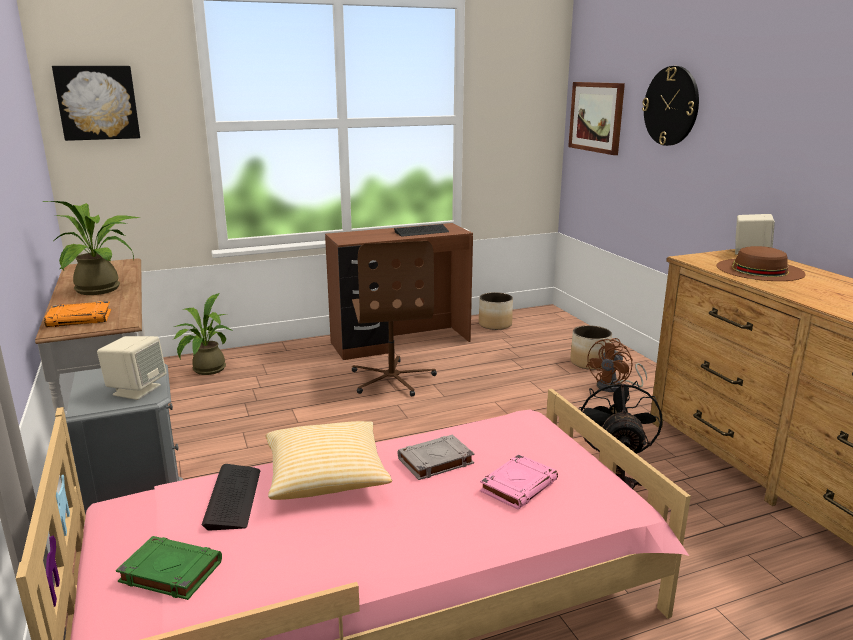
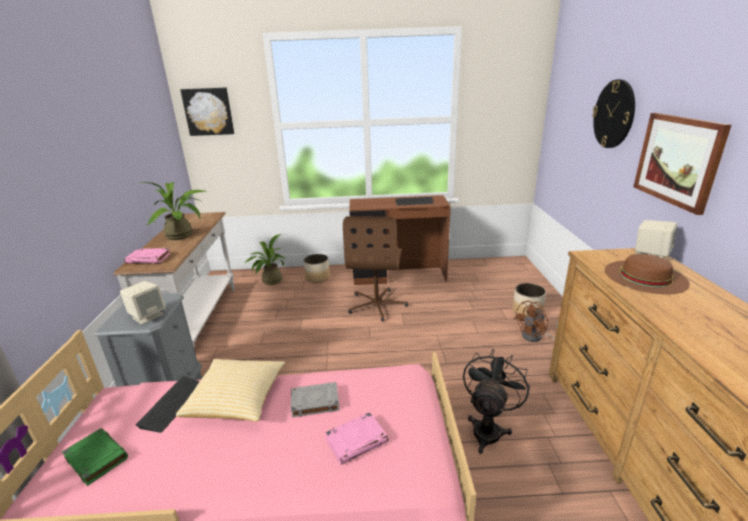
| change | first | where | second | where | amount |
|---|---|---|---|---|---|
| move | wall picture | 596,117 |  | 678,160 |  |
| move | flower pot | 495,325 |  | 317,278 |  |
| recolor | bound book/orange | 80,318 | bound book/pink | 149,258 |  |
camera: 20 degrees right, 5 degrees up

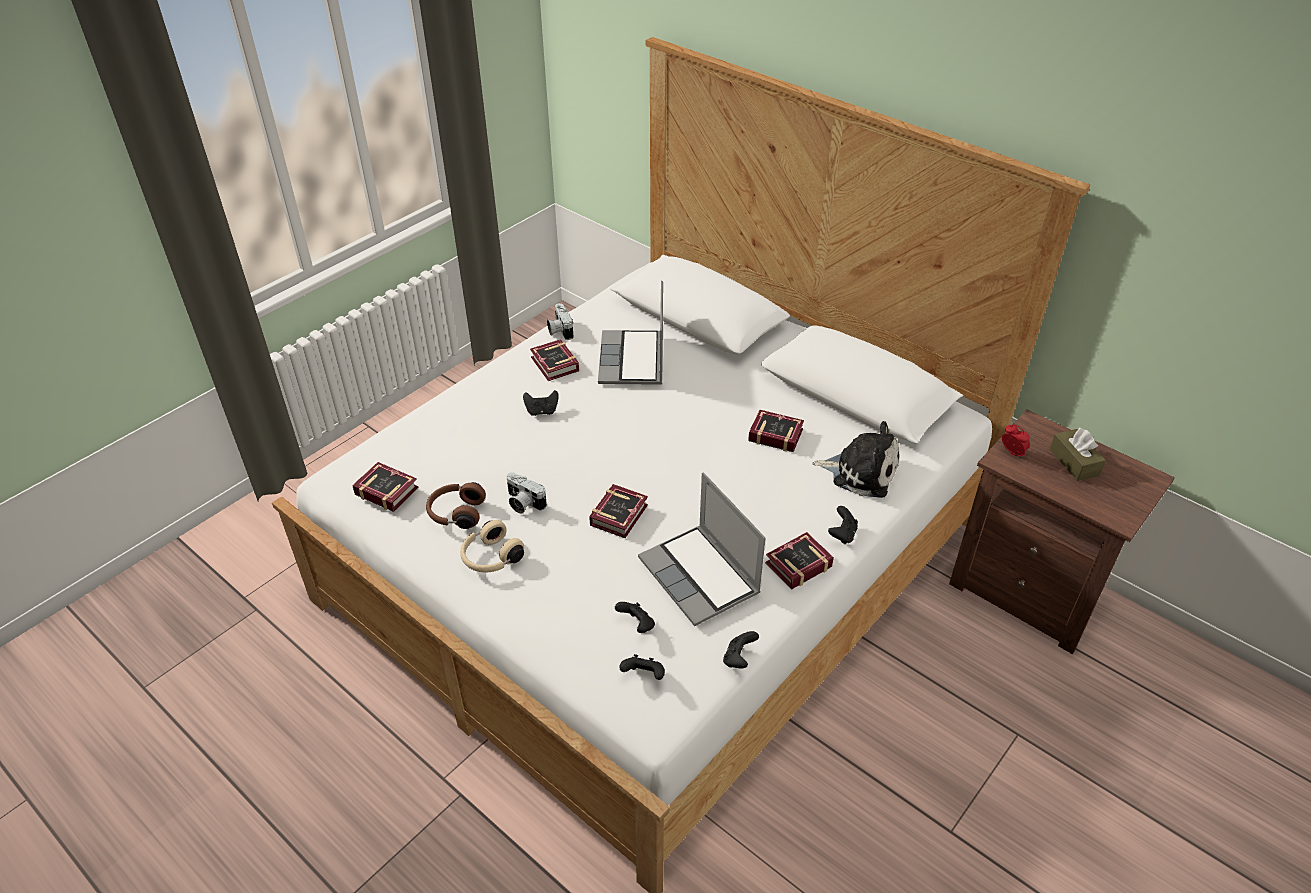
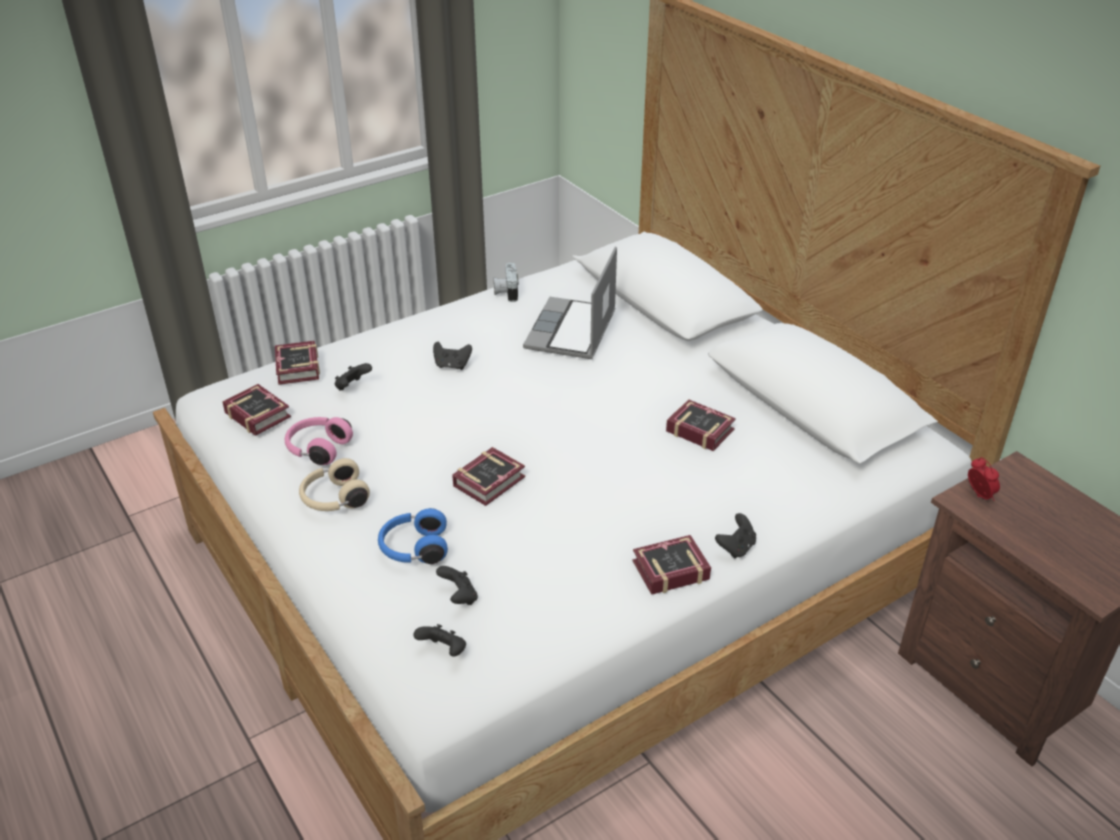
| change | first | where | second | where | amount |
|---|---|---|---|---|---|
| move | bound book | 554,366 |  | 296,369 |  |
| delete | soft toy | 860,472 |  |  |  |
| delete | tissue box/brownish | 1074,462 |  |  |  |
| delete | photo camera | 523,503 |  |  |  |
| delete | laptop | 701,577 |  |  |  |
| recolor | pair of headphones/brownish | 456,513 | pair of headphones/pink | 317,449 |  |
| move | game controller/blackish | 739,659 |  | 352,387 |  |
| insert |  |  | pair of headphones/blue-coloured | 413,548 |  |
camera: 15 degrees right, 5 degrees down

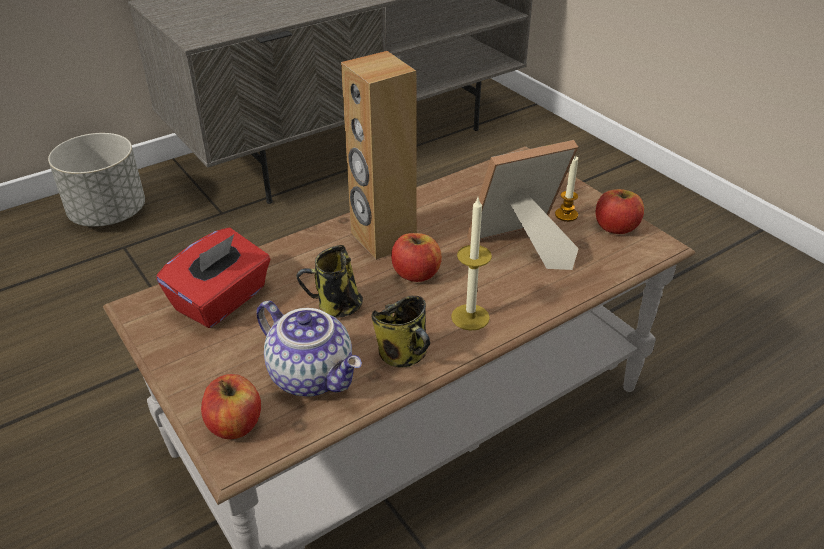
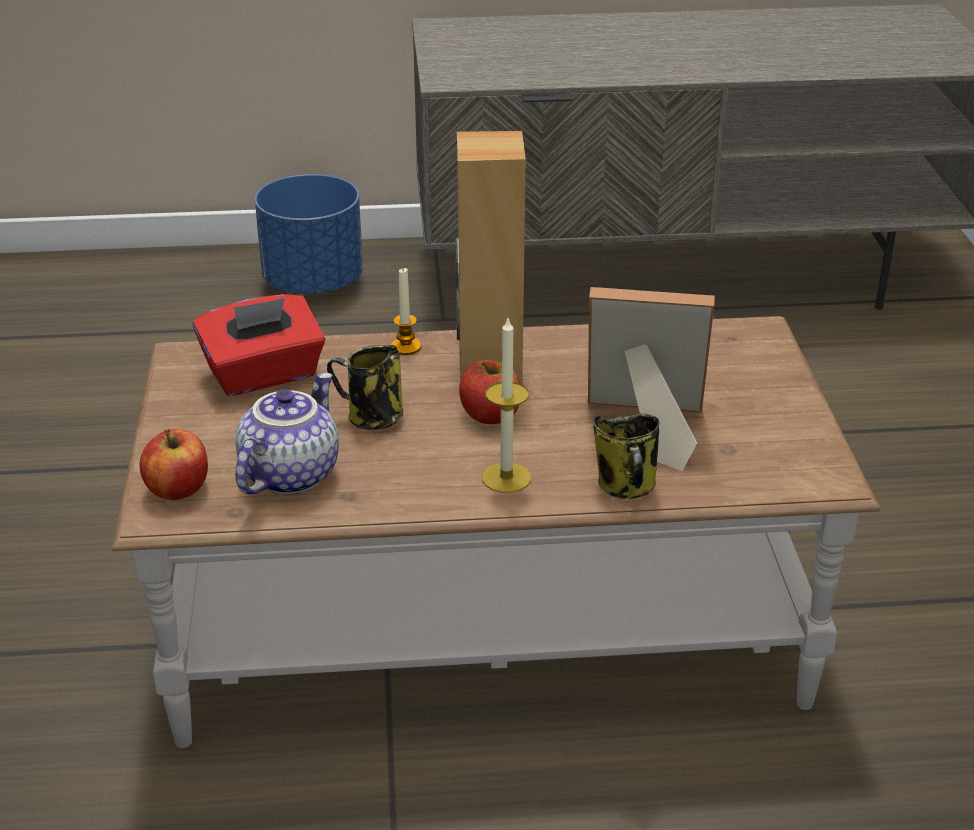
| change | first | where | second | where | amount |
|---|---|---|---|---|---|
| recolor | flower pot/gray | 108,214 | flower pot/blue-coloured | 313,282 |  |
| move | candle | 566,215 |  | 406,347 |  |
| delete | whole apple | 616,227 |  |  |  |
| move | coffee mug | 404,355 |  | 627,487 |  |
| rotate | teapot | 313,375 |  | 288,474 | 135 degrees counterclockwise |
camera: 30 degrees right, 5 degrees down

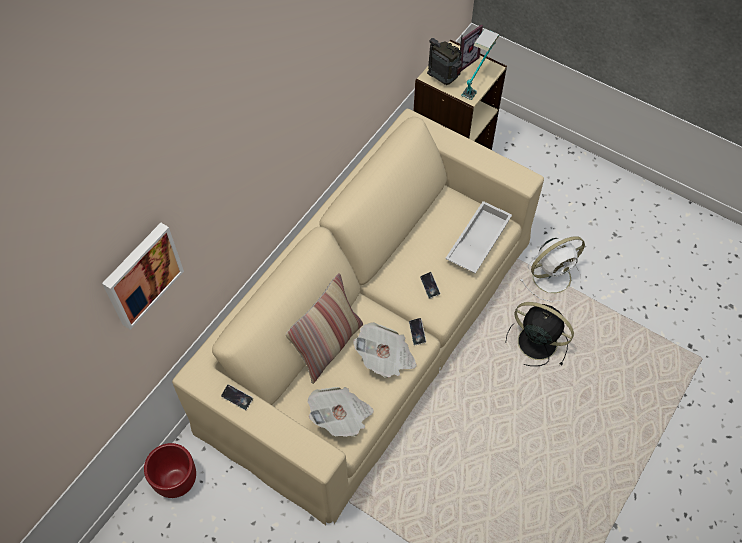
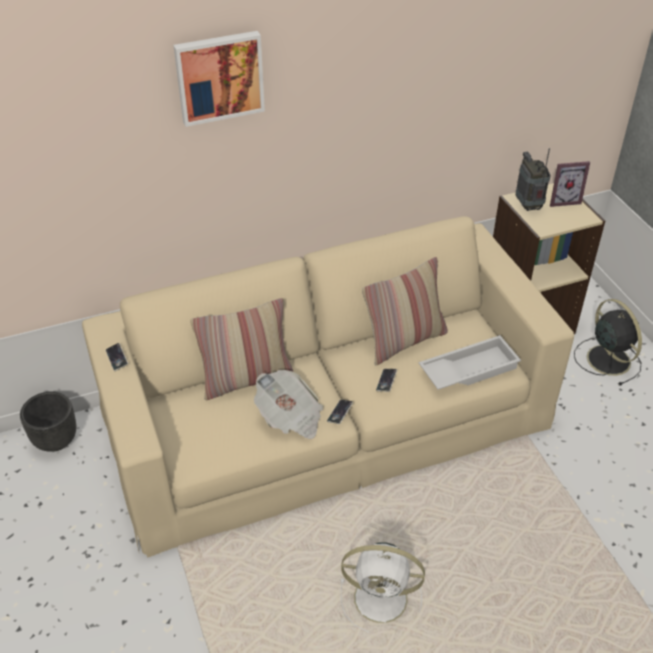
| change | first | where | second | where | amount |
|---|---|---|---|---|---|
| delete | lamp for a table | 477,81 |  |  |  |
| move | wall picture | 141,274 |  | 219,77 |  |
| move | electric fan/white | 553,276 |  | 383,599 |  |
| move | electric fan/blackish | 535,341 |  | 607,358 |  |
| delete | newspaper | 341,417 |  |  |  |
| recolor | flower pot/red-coloured | 176,480 | flower pot/blackish | 56,440 |  |
| insert |  |  | cushion | 404,341 |  |
camera: 35 degrees right, 15 degrees down

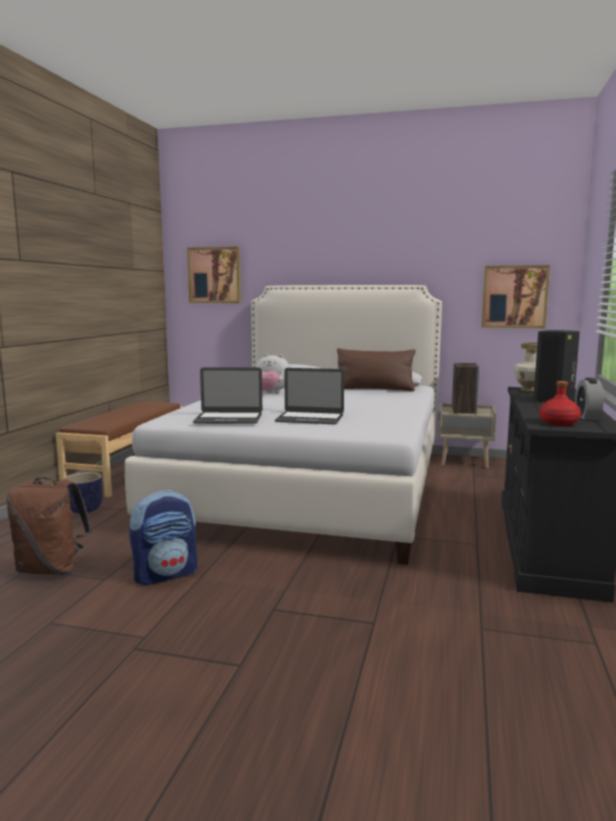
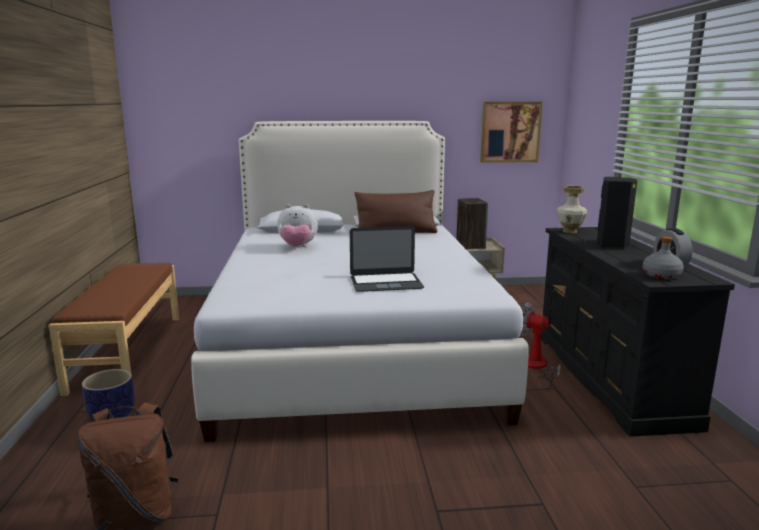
| change | first | where | second | where | amount |
|---|---|---|---|---|---|
| delete | wall picture | 214,275 |  |  |  |
| delete | laptop | 228,418 |  |  |  |
| recolor | drink bottle/red-coloured | 558,422 | drink bottle/gray | 661,275 |  |
| delete | backpack | 166,574 |  |  |  |
| insert |  |  | electric fan | 536,367 |  |
camera: 20 degrees left, 5 degrees up

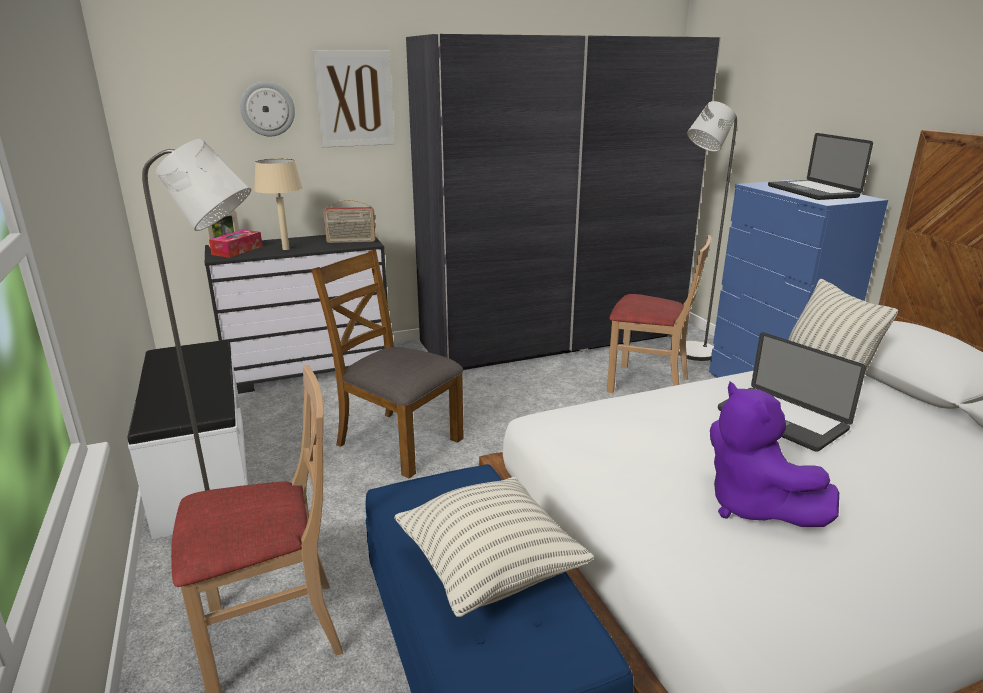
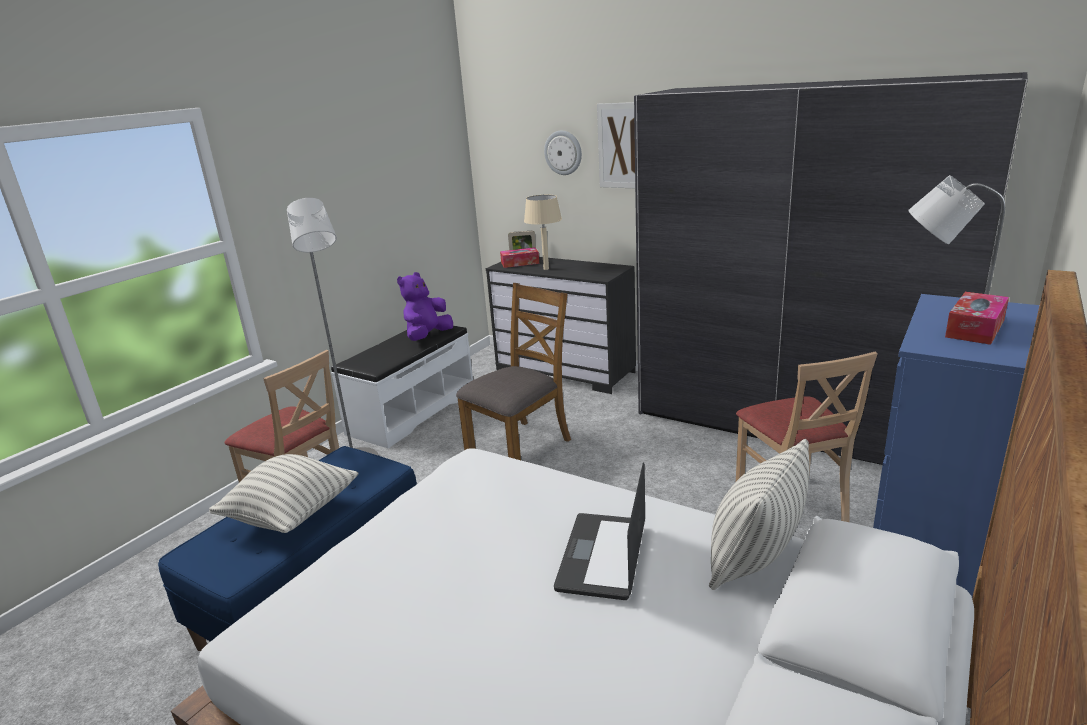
| change | first | where | second | where | amount |
|---|---|---|---|---|---|
| replace | laptop | 812,191 | tissue box | 975,328 |  |
| delete | radio set | 351,241 |  |  |  |
| rotate | chair/brownish | 397,442 |  | 520,446 | 45 degrees clockwise |
| move | soft toy/purple | 752,506 |  | 427,336 |  |
camera: 55 degrees right, 0 degrees up

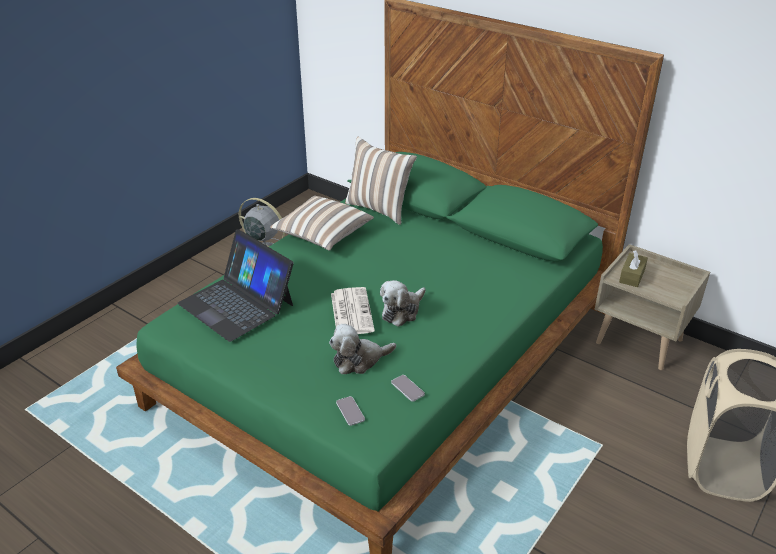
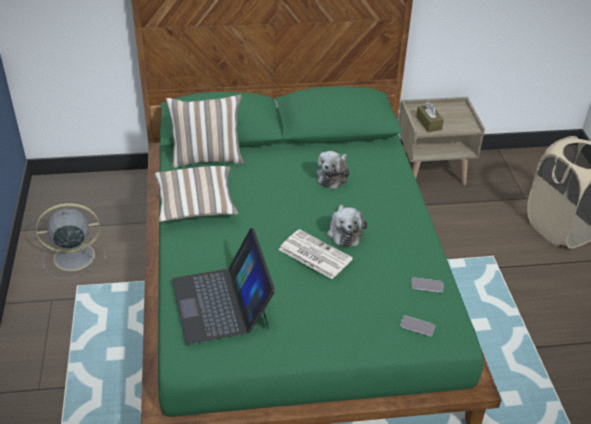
| change | first | where | second | where | amount |
|---|---|---|---|---|---|
| rotate | laptop | 237,304 |  | 222,303 | 75 degrees clockwise |
| move | soft toy | 359,360 |  | 333,176 |  |
camera: 45 degrees left, 5 degrees up

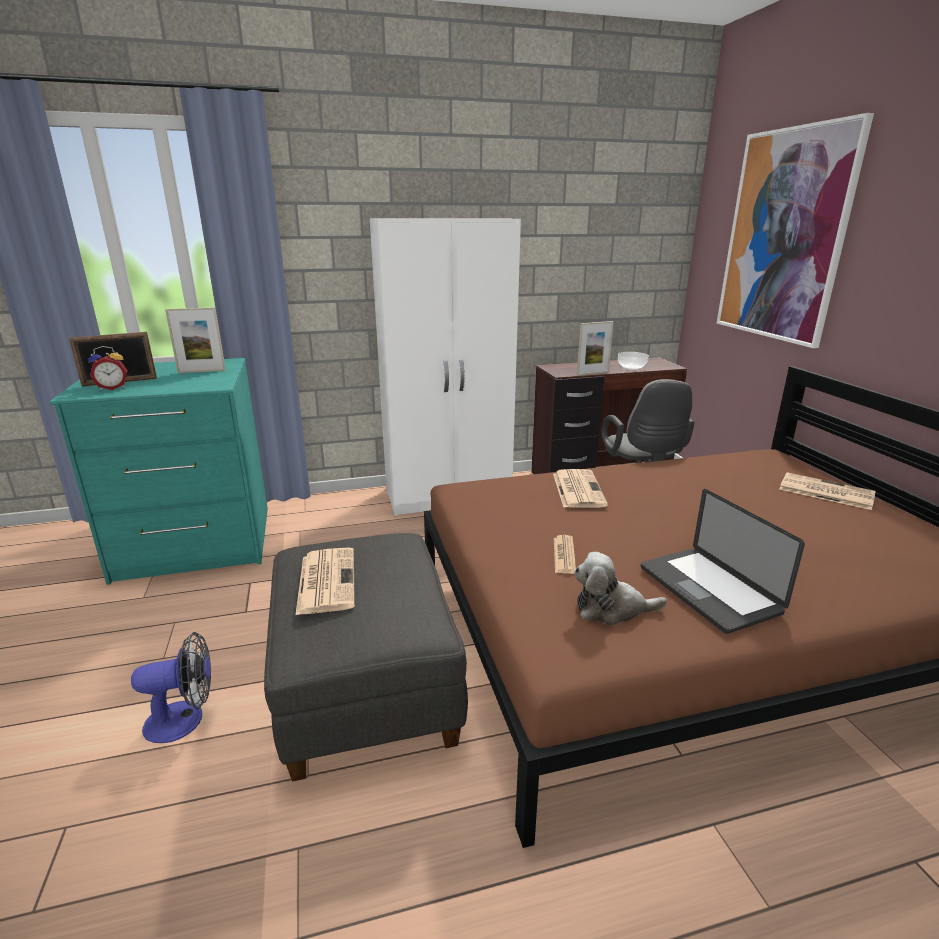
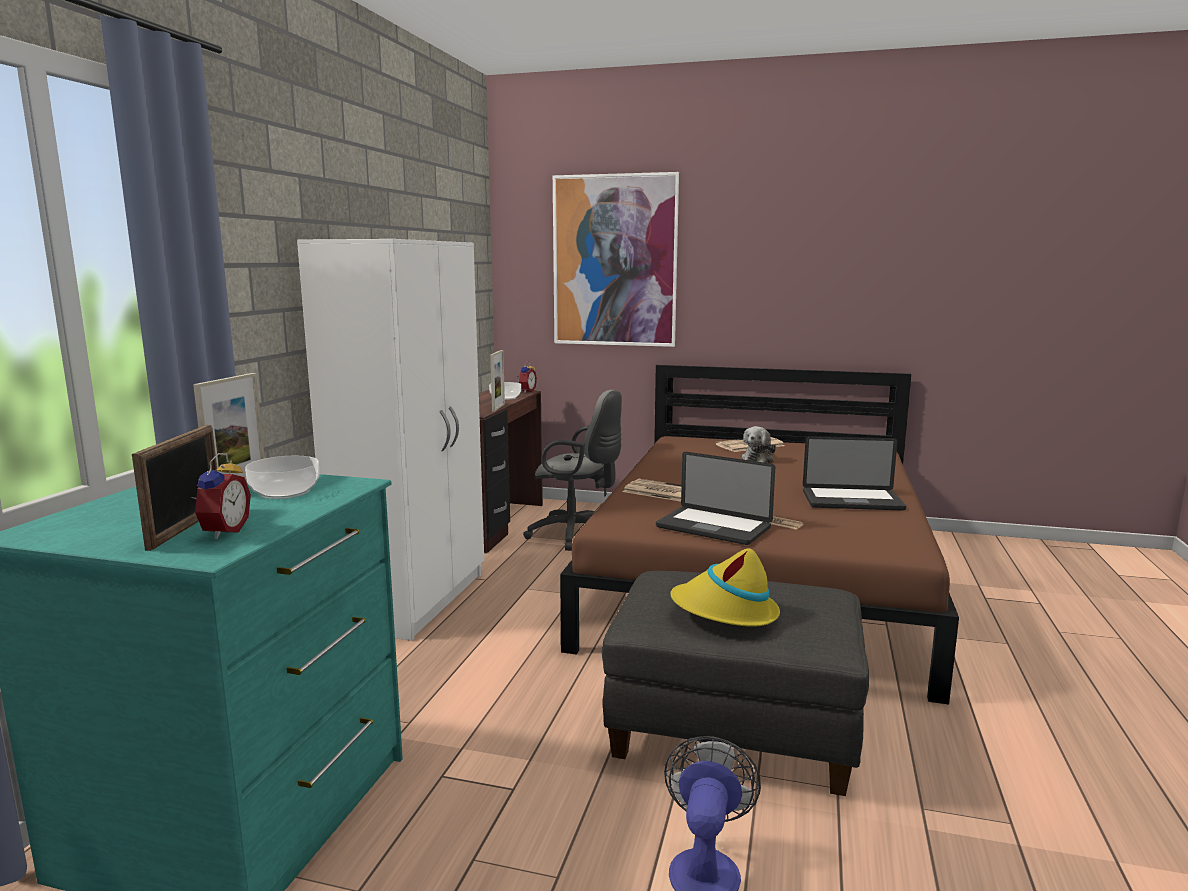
| change | first | where | second | where | amount |
|---|---|---|---|---|---|
| replace | newspaper | 326,580 | hat/yellow | 725,612 |  |
| move | soft toy | 611,609 |  | 759,459 |  |
| insert |  |  | alarm clock | 526,391 |  |
| insert |  |  | laptop | 713,527 |  |
| insert |  |  | bowl | 285,492 |  |
camera: 60 degrees left, 10 degrees down

